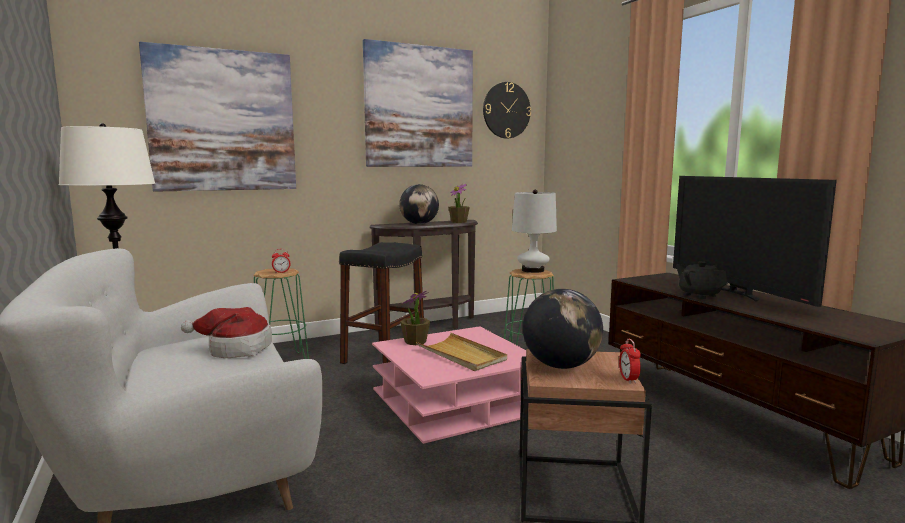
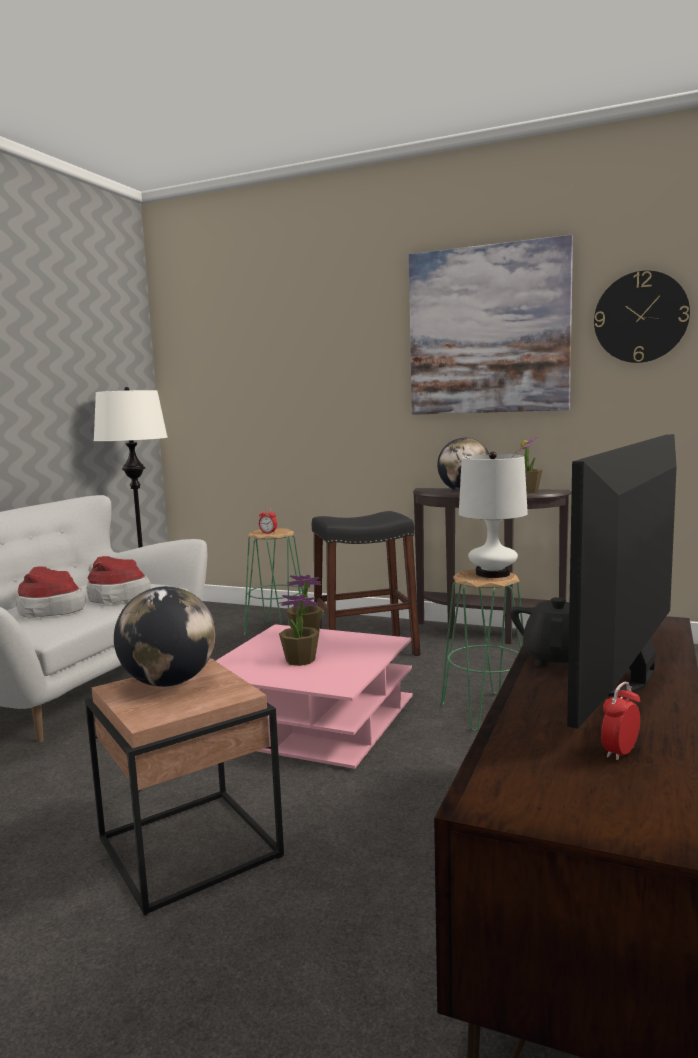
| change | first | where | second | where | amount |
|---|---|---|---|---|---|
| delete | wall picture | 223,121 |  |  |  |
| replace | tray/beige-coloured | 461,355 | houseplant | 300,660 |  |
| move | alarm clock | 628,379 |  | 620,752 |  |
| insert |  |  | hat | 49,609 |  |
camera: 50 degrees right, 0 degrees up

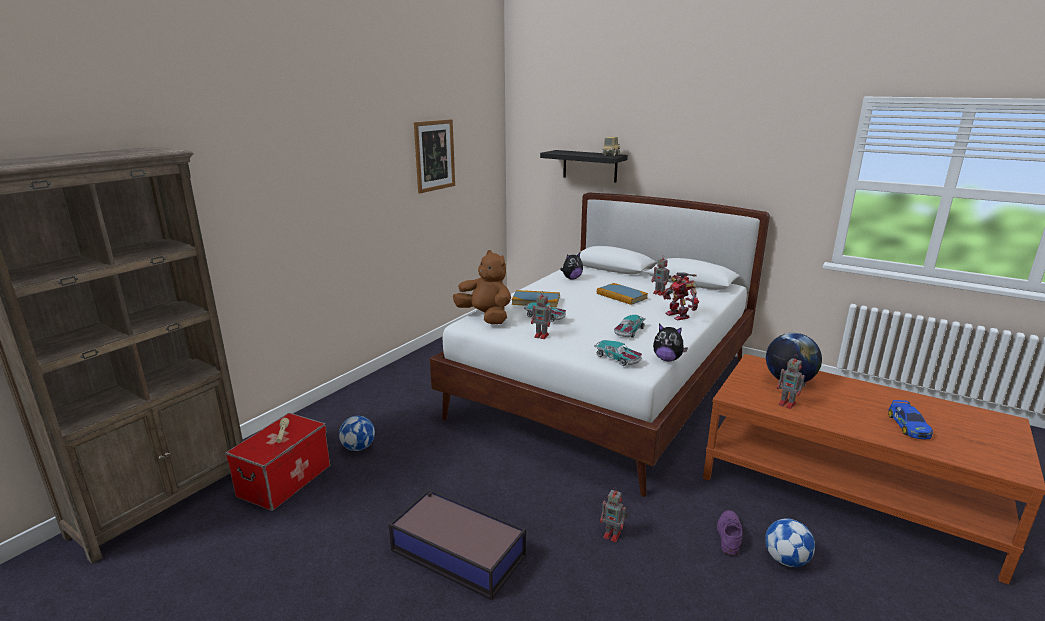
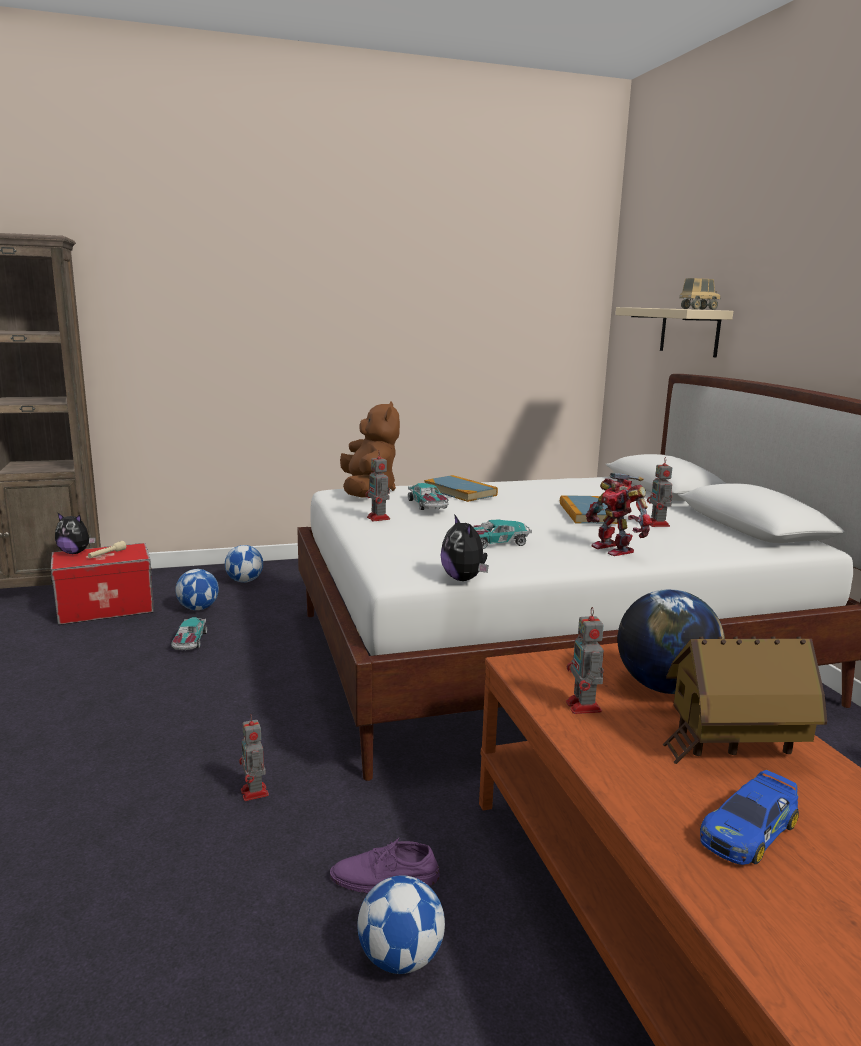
| change | first | where | second | where | amount |
|---|---|---|---|---|---|
| delete | wall picture | 434,155 |  |  |  |
| recolor | shelf/blackish | 590,166 | shelf/beige-coloured | 689,331 |  |
| move | soft toy | 571,278 |  | 75,552 |  |
| rotate | model robot | 678,315 |  | 614,549 | 45 degrees counterclockwise |
| move | model car | 618,358 |  | 189,641 |  |
| delete | storage bin | 457,552 |  |  |  |
| rotate | item of footwear/purple | 728,534 |  | 385,878 | 150 degrees counterclockwise |
| insert |  |  | football ball | 245,581 |  |
| insert |  |  | model house | 734,745 |  |
camera: 40 degrees right, 5 degrees down

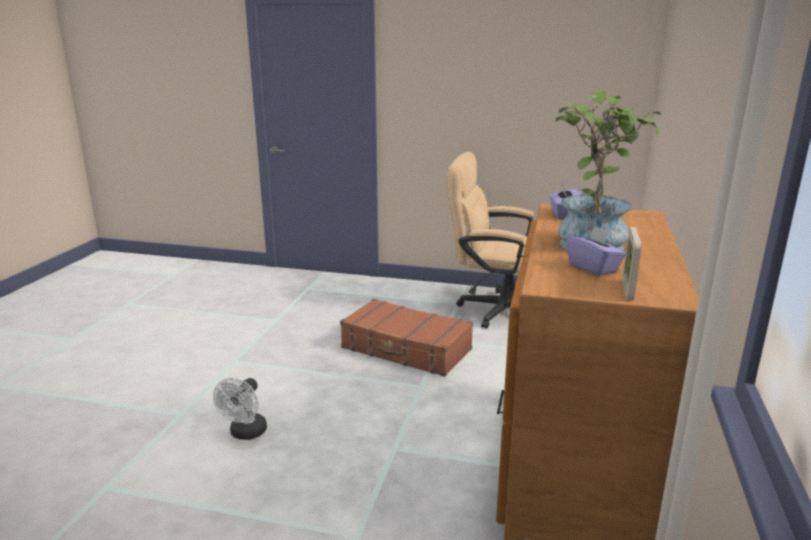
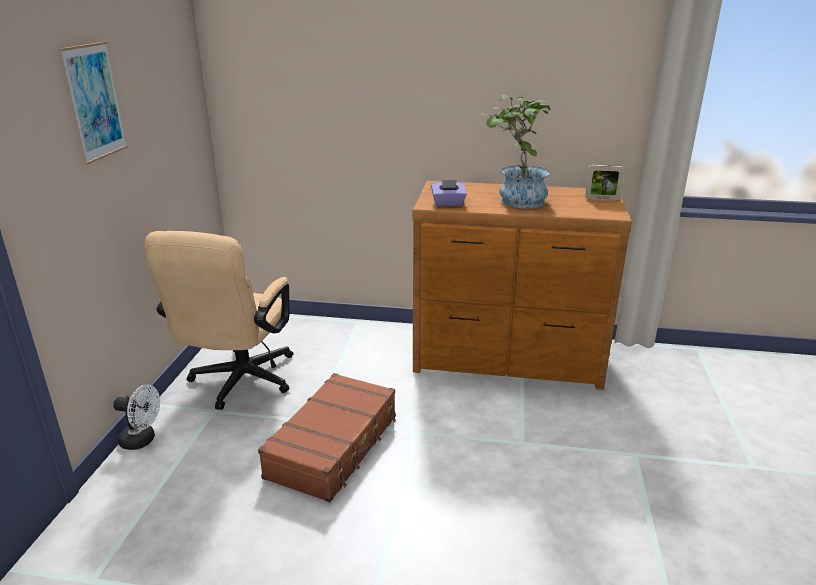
| change | first | where | second | where | amount |
|---|---|---|---|---|---|
| delete | tissue box/purple | 593,267 |  |  |  |
| move | electric fan/white | 245,434 |  | 143,440 |  |
| insert |  |  | wall picture | 95,102 |  |
camera: 95 degrees left, 5 degrees up

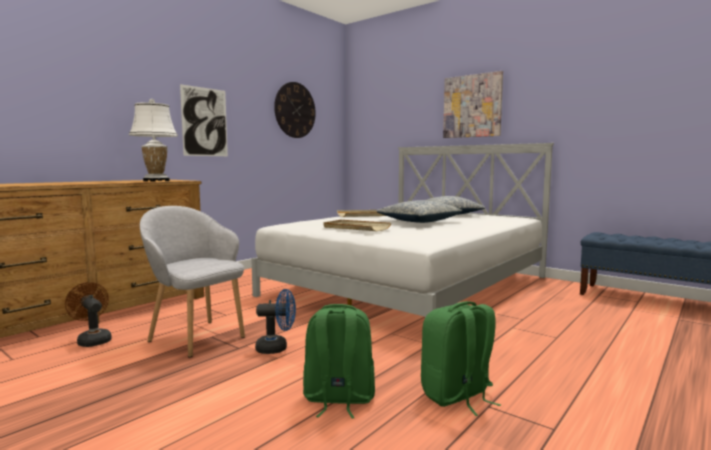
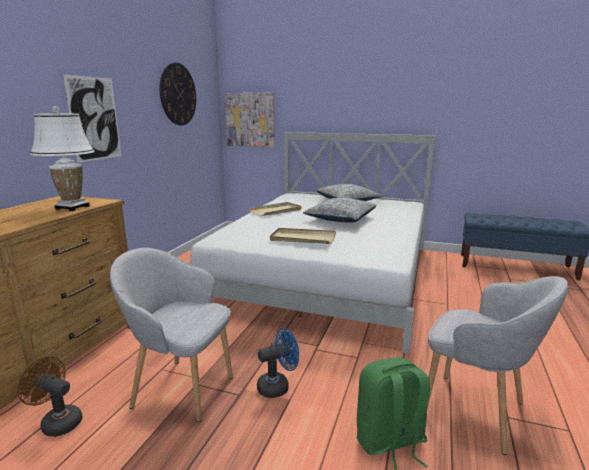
| change | first | where | second | where | amount |
|---|---|---|---|---|---|
| move | wall picture | 472,106 |  | 250,120 |  |
| replace | backpack/greenish | 457,396 | lounge chair/gray | 477,411 |  |
camera: 20 degrees left, 10 degrees up

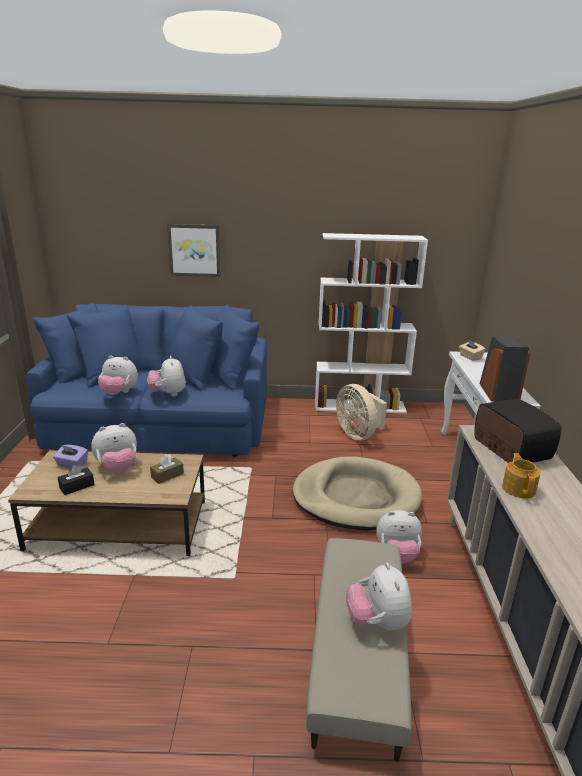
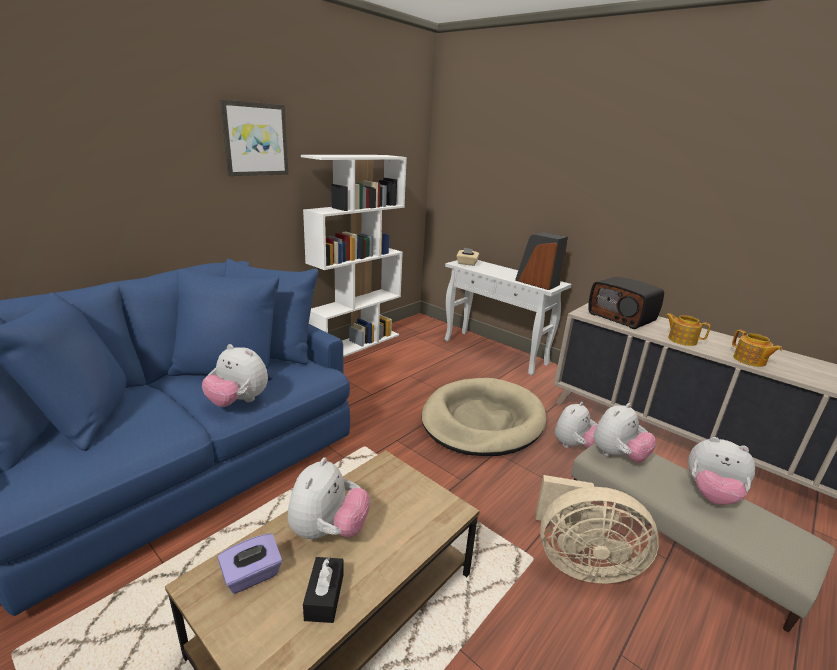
| change | first | where | second | where | amount |
|---|---|---|---|---|---|
| move | wall picture | 194,250 |  | 255,139 |  |
| move | soft toy | 119,393 |  | 617,456 |  |
| move | electric fan/beige-coloured | 358,434 |  | 580,562 |  |
| rotate | radio set | 509,449 |  | 622,317 | 150 degrees counterclockwise |
| delete | tissue box/brownish | 167,475 |  |  |  |
| insert |  |  | teapot | 749,360 |  |
camera: 50 degrees left, 0 degrees up

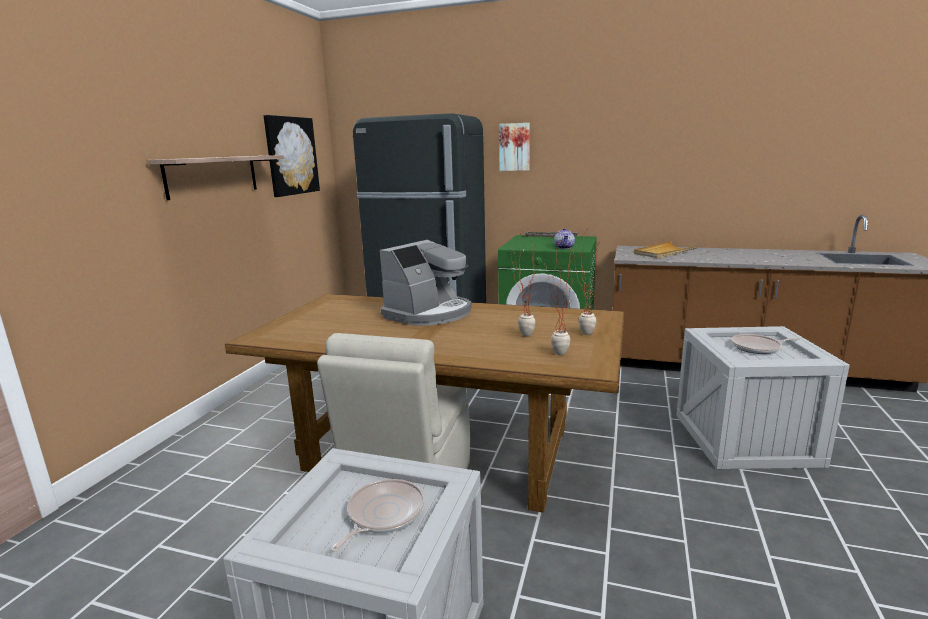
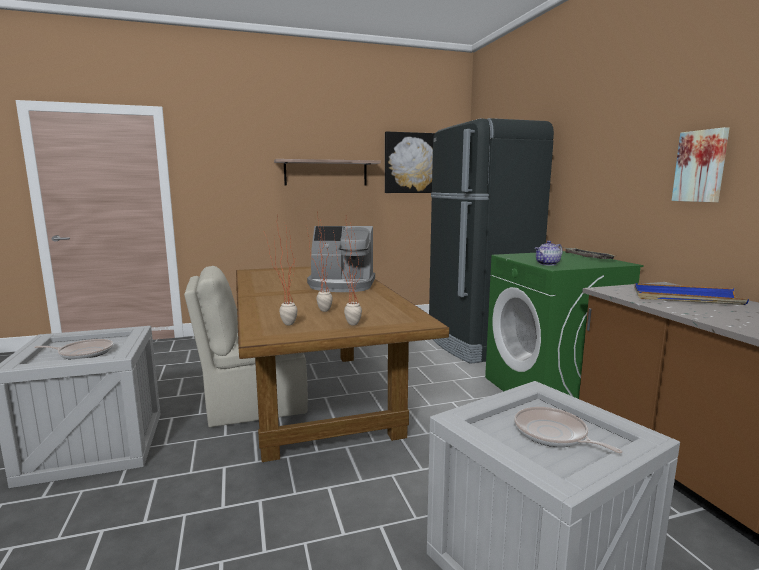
| change | first | where | second | where | amount |
|---|---|---|---|---|---|
| move | wall picture | 514,147 |  | 701,166 |  |
| recolor | tray/beige-coloured | 664,252 | tray/blue-coloured | 685,298 |  |
camera: 55 degrees right, 5 degrees down

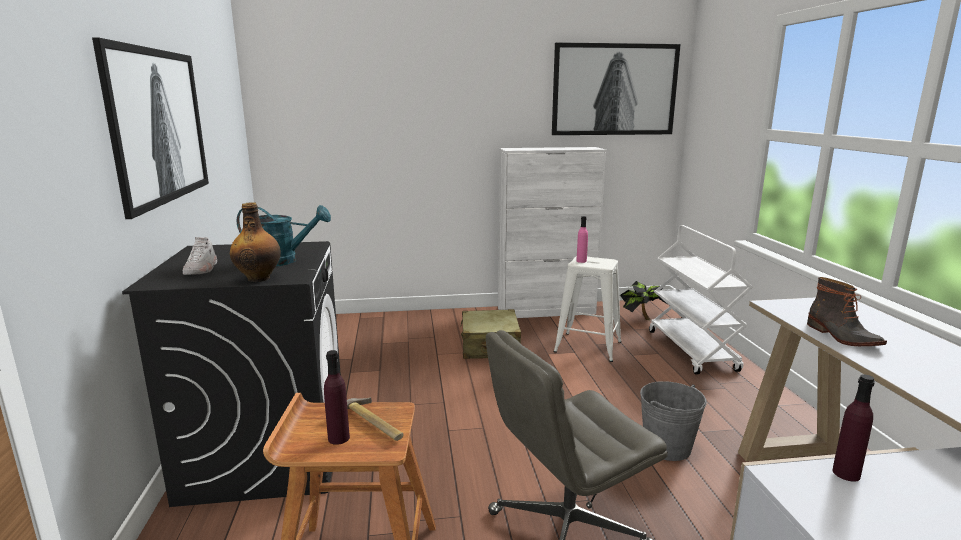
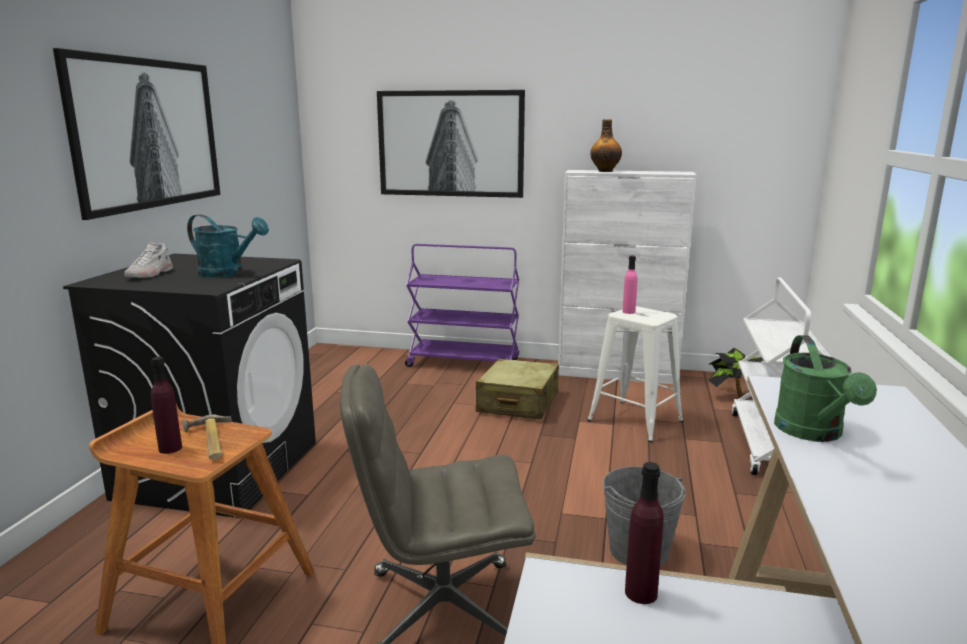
| change | first | where | second | where | amount |
|---|---|---|---|---|---|
| move | wall picture | 614,90 |  | 450,144 |  |
| move | drink bottle | 259,278 |  | 605,171 |  |
| replace | boot | 841,336 | watering pot/greenish | 814,433 |  |
| insert |  |  | trolley/purple | 464,363 |  |
camera: 20 degrees right, 0 degrees up

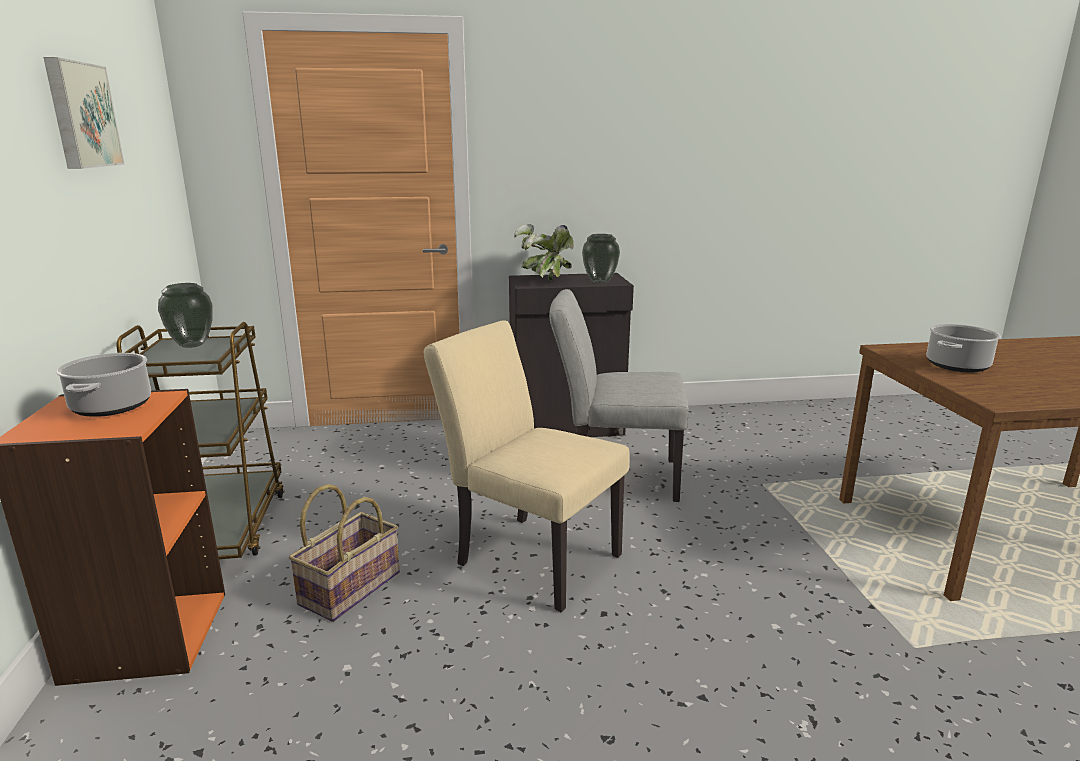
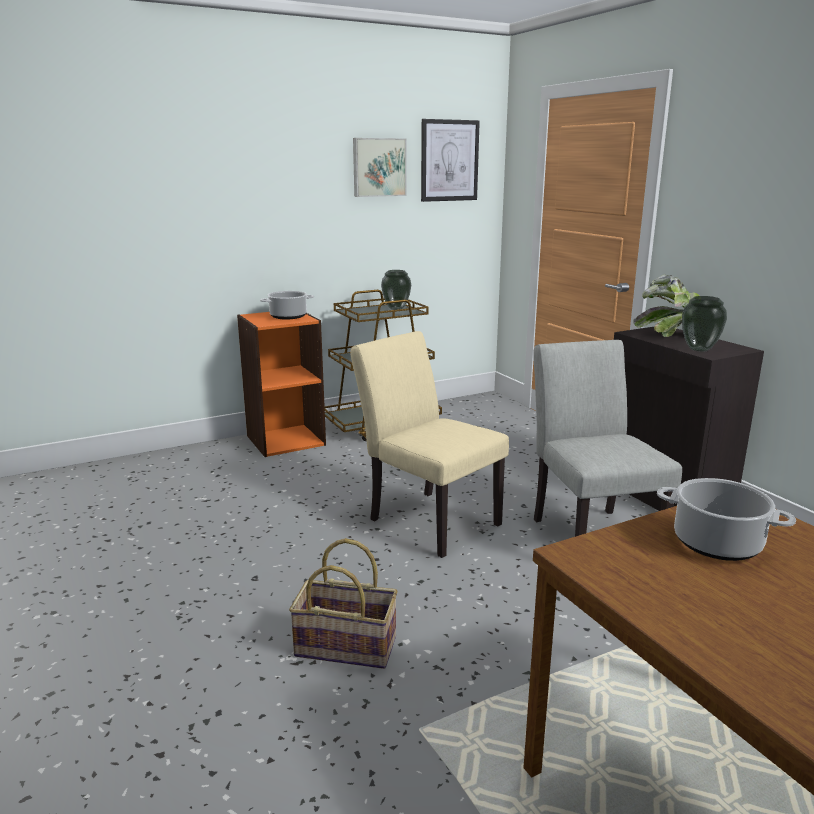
| change | first | where | second | where | amount |
|---|---|---|---|---|---|
| rotate | chair/beige-coloured | 529,555 |  | 427,519 | 60 degrees counterclockwise |
| move | basket | 349,587 |  | 347,645 |  |
| insert |  |  | wall picture | 449,160 |  |
camera: 70 degrees right, 0 degrees up

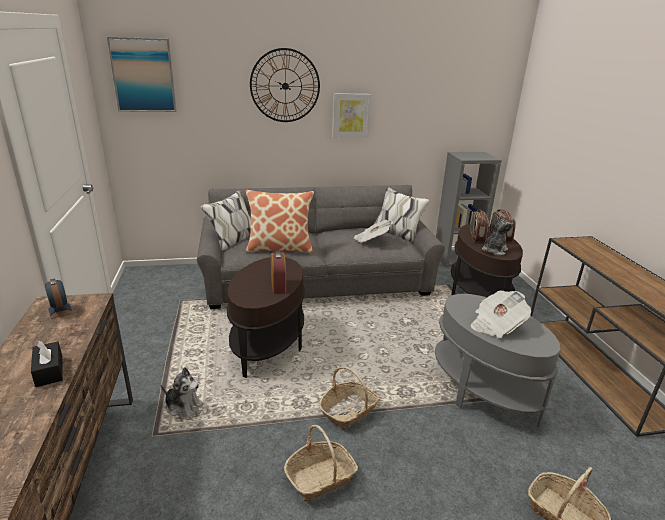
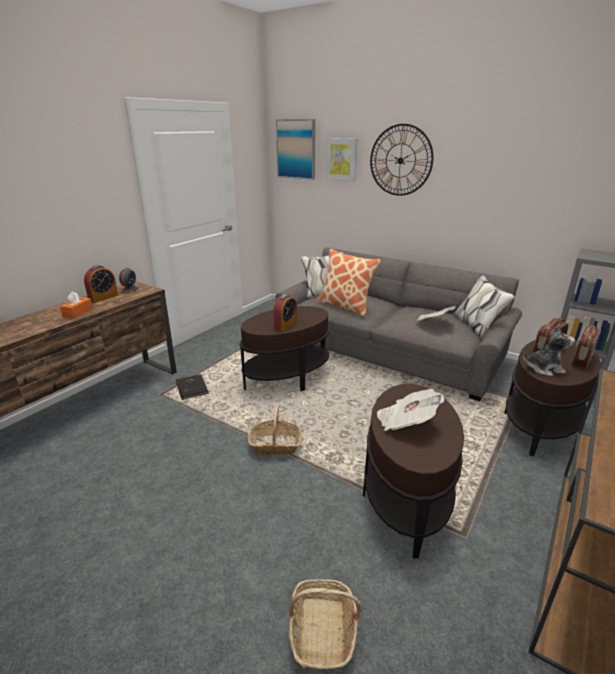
| change | first | where | second | where | amount |
|---|---|---|---|---|---|
| move | wall picture | 351,115 |  | 341,159 |  |
| recolor | accent table/gray | 483,392 | accent table/brownish | 406,498 |  |
| recolor | tissue box/blackish | 49,371 | tissue box/orange | 78,313 |  |
| replace | soft toy | 183,406 | bound book/blackish | 192,388 |  |
| delete | basket | 320,477 |  |  |  |
| insert |  |  | alarm clock | 103,297 |  |
camera: 45 degrees right, 0 degrees up

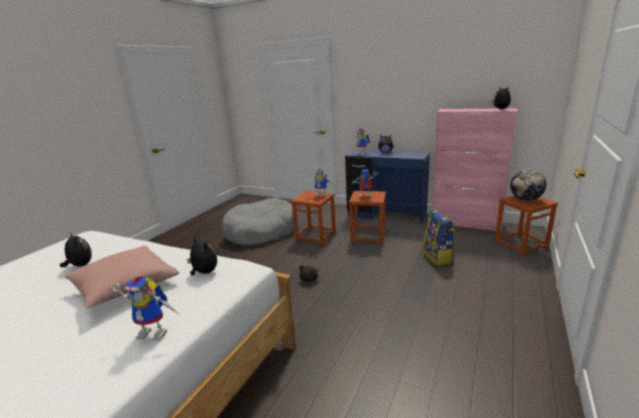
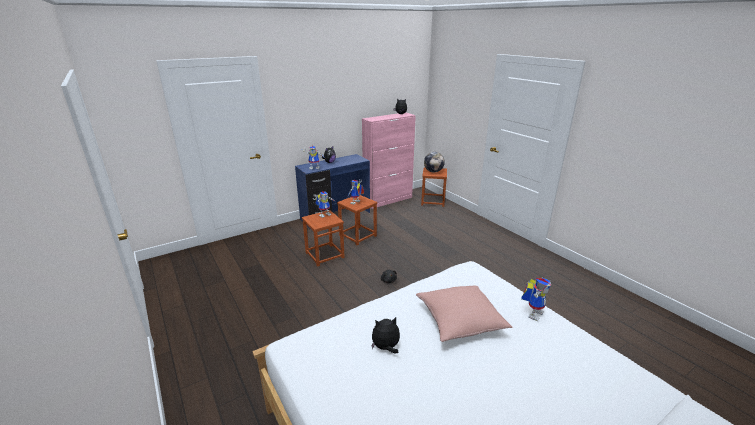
| change | first | where | second | where | amount |
|---|---|---|---|---|---|
| delete | dog cushion/gray | 261,231 |  |  |  |
| delete | backpack | 438,257 |  |  |  |
| delete | soft toy | 204,273 |  |  |  |
camera: 60 degrees left, 5 degrees up

